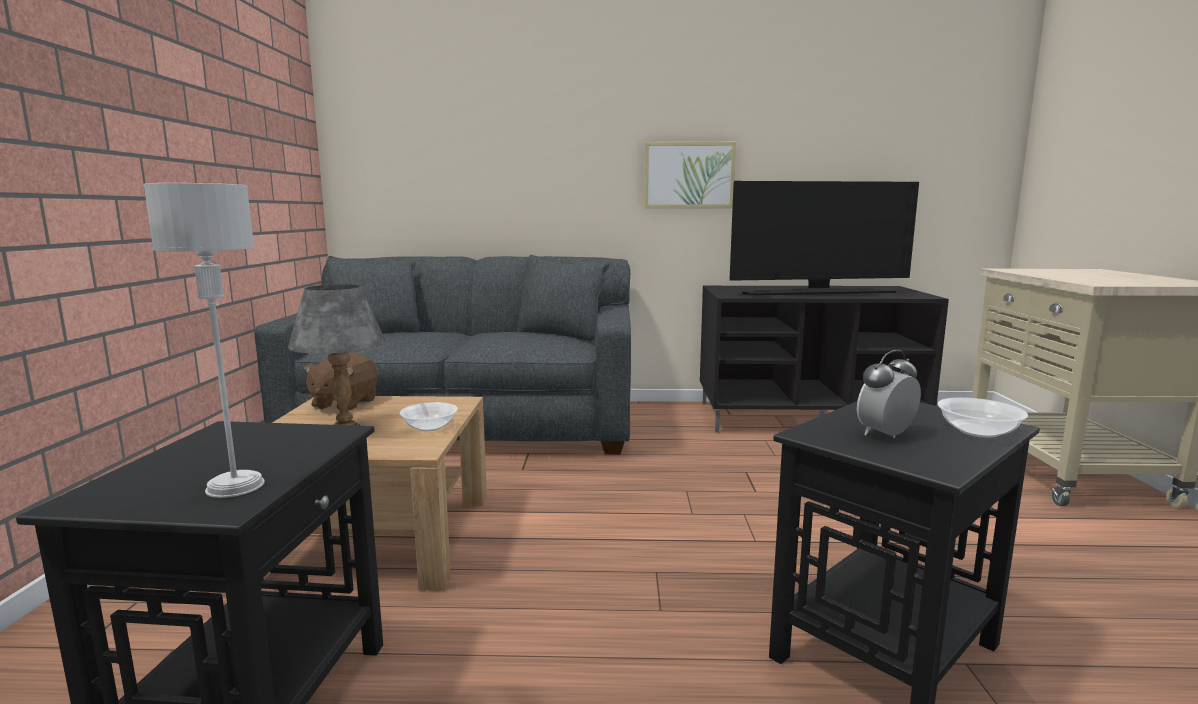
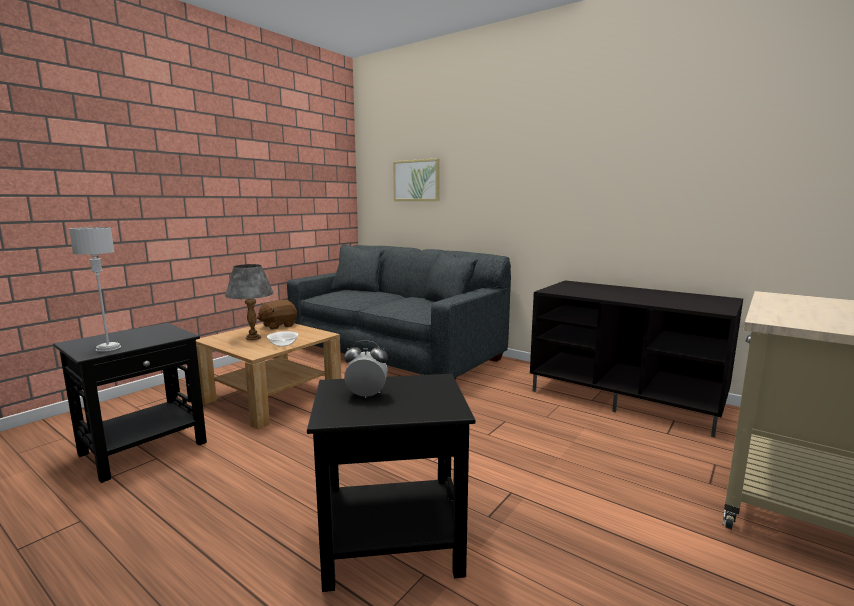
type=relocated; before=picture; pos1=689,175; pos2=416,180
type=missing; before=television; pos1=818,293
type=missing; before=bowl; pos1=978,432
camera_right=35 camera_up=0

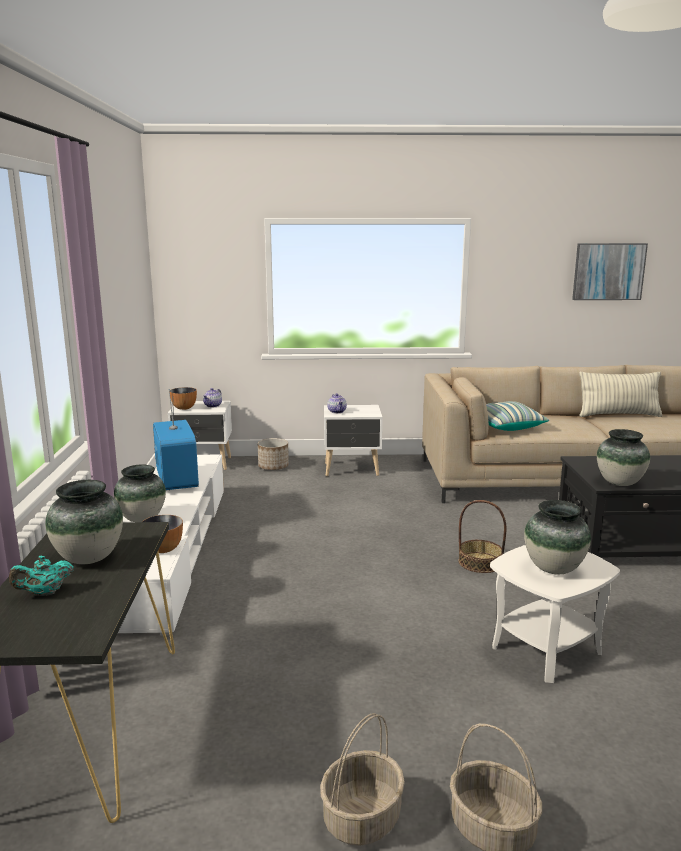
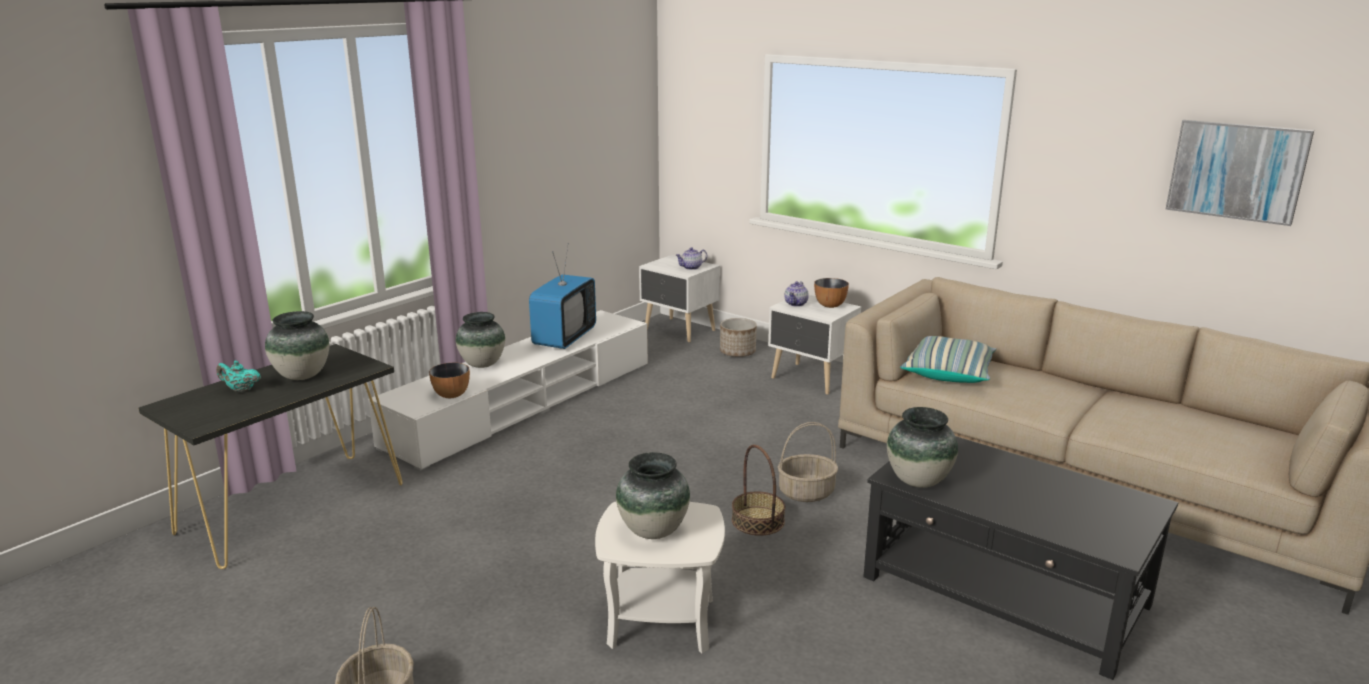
type=missing; before=pillow; pos1=618,415
type=relocated; before=bowl; pos1=184,408; pos2=830,305
type=relocated; before=basket; pos1=362,817; pos2=806,492
camera_right=40 camera_up=5

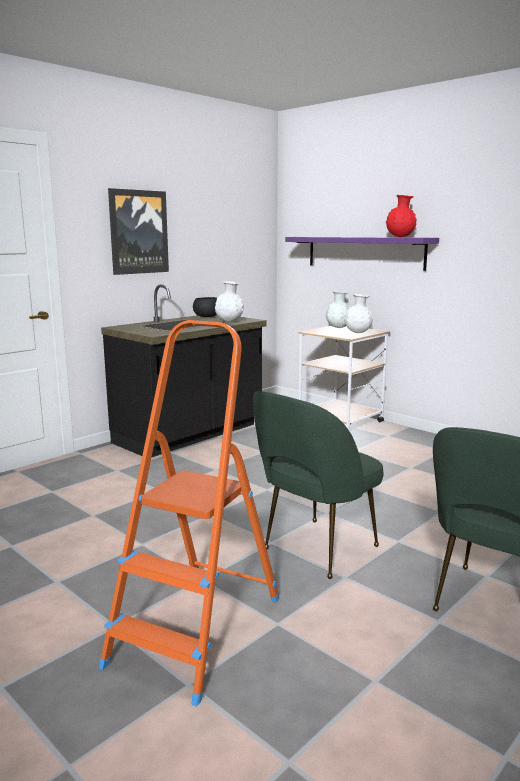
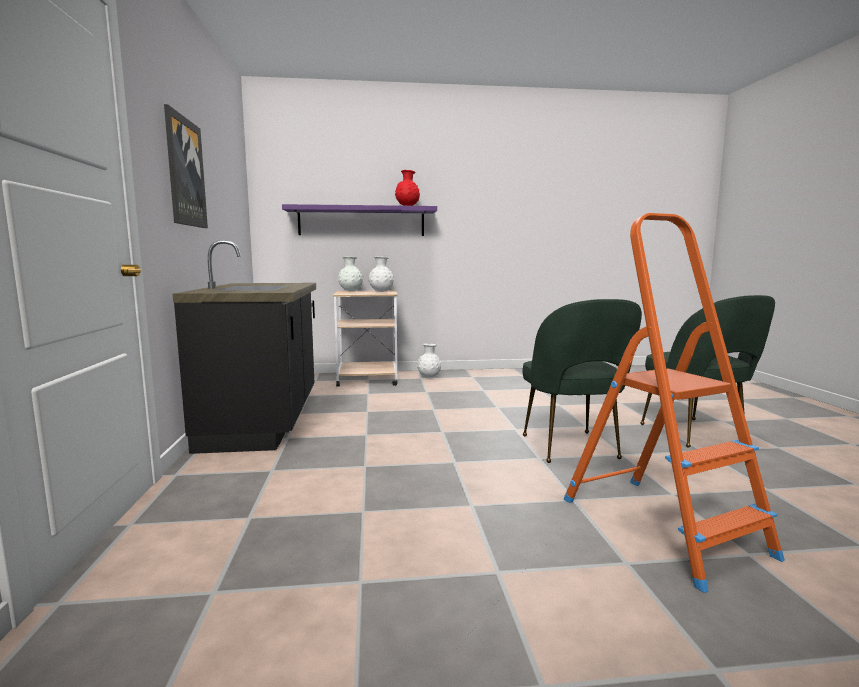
type=relocated; before=vase (white); pos1=229,321; pos2=429,377
type=missing; before=bowl (black); pos1=207,316
camera_right=-50 camera_up=-5

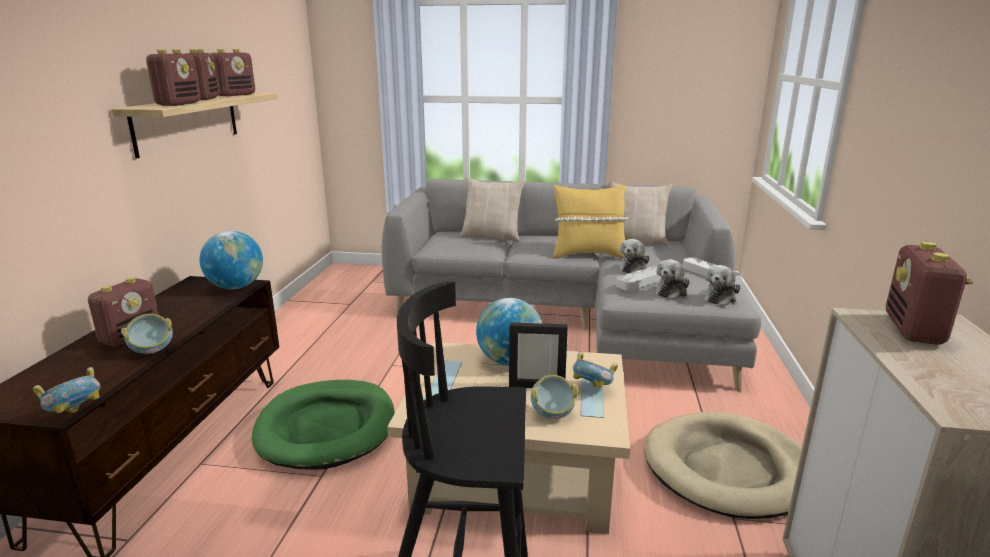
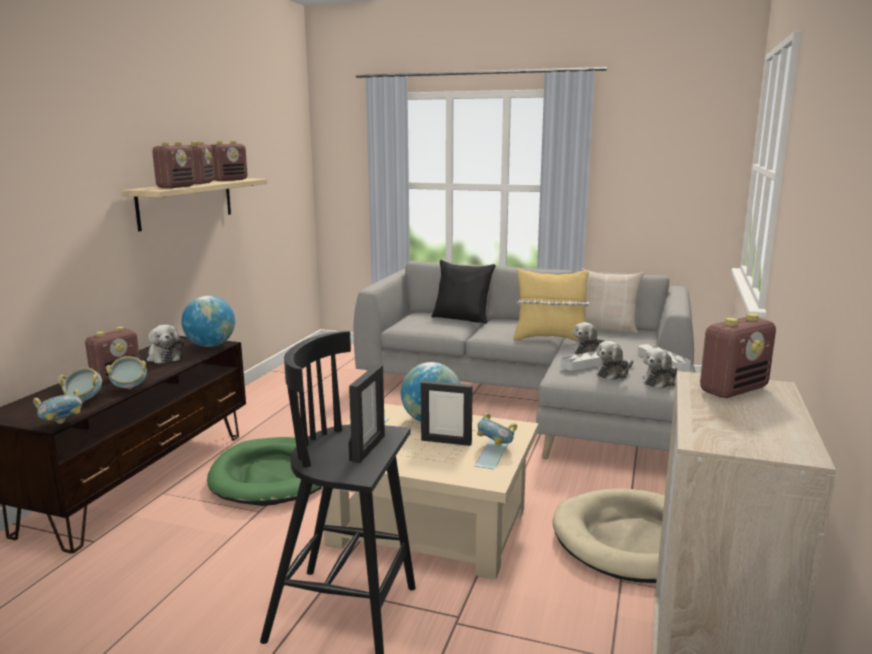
type=colour; before=pillow (beige); after=pillow (black); pos1=492,236; pos2=462,318
type=spun; before=radio; pos1=914,330; pos2=733,390; turn=-150
type=relocated; before=bowl; pos1=552,415; pos2=84,401
type=appeared; after=plush toy; pos2=164,357
type=appeared; after=picture frame; pos2=367,448
camera_right=10 camera_up=-5

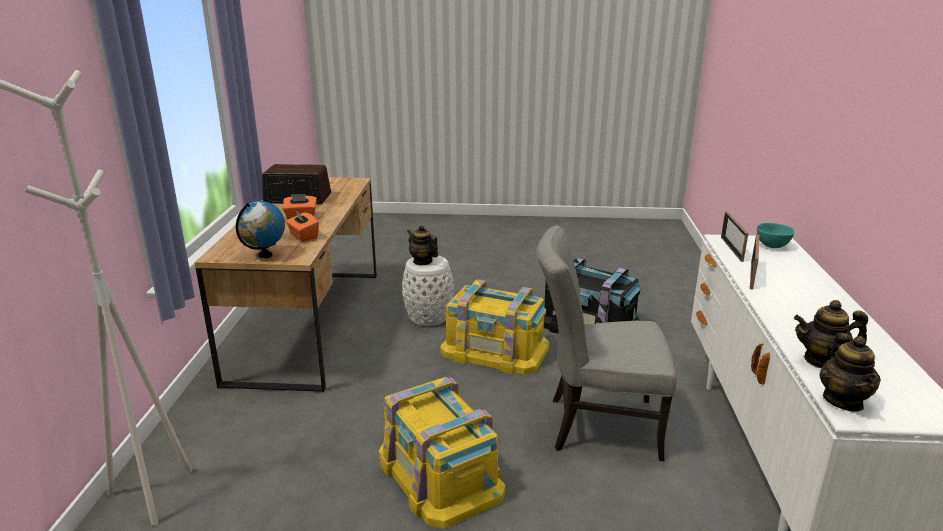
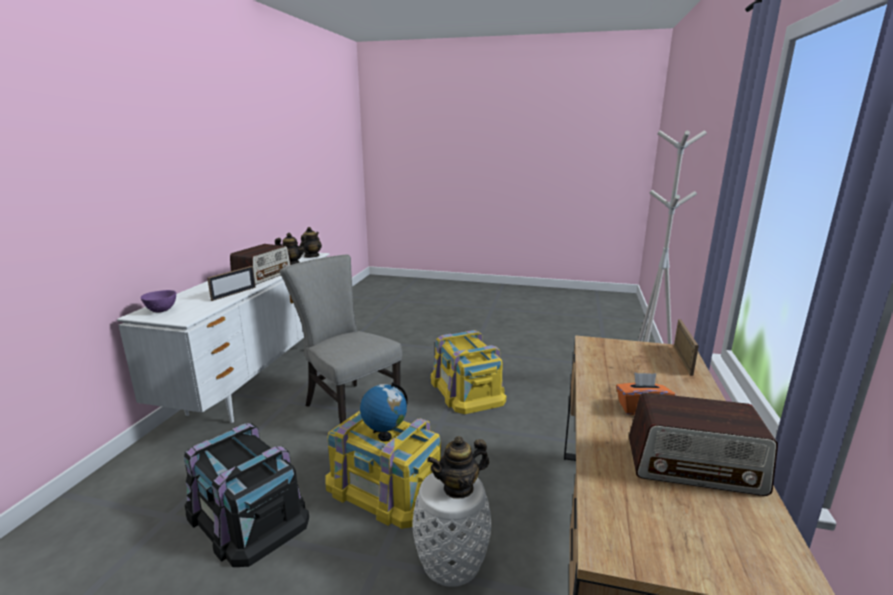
type=relocated; before=globe; pos1=265,255; pos2=384,437
type=missing; before=tissue box (orange); pos1=303,236
type=relocated; before=picture frame; pos1=731,249; pos2=682,360
type=colour; before=bowl (turquoise); after=bowl (purple); pos1=772,246; pos2=162,310
type=spun; before=teapot; pos1=422,261; pos2=458,488; turn=105
type=spun; before=chair (grey); pos1=596,425; pos2=348,405; turn=-150
type=appeared; after=radio; pos2=263,276
camera_right=-170 camera_up=-5

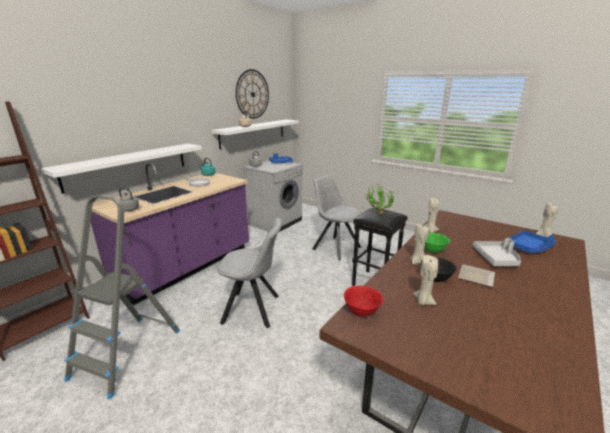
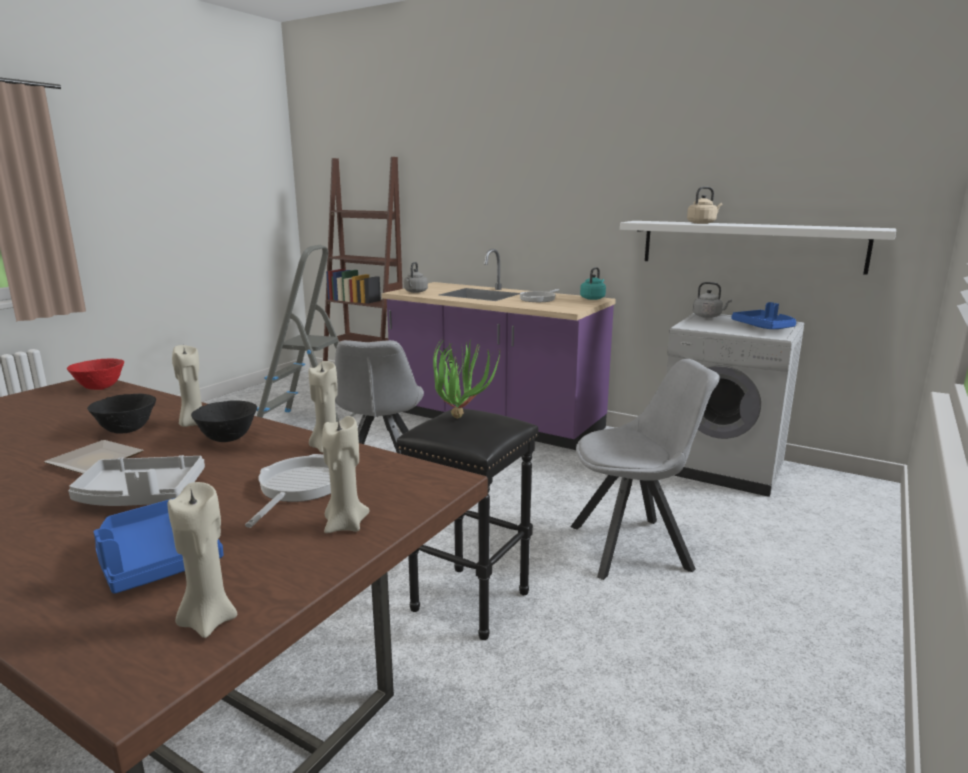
type=missing; before=wall clock; pos1=252,94
type=missing; before=shelf (white); pos1=128,166
type=spun; before=chair (grey); pos1=335,247; pos2=633,547; turn=45
type=colour; before=bowl (green); after=bowl (black); pos1=432,250; pos2=228,439
type=relocated; before=candle (beige); pos1=423,301; pos2=345,525
type=appeared; after=frying pan; pos2=299,487
camera_right=85 camera_up=-5

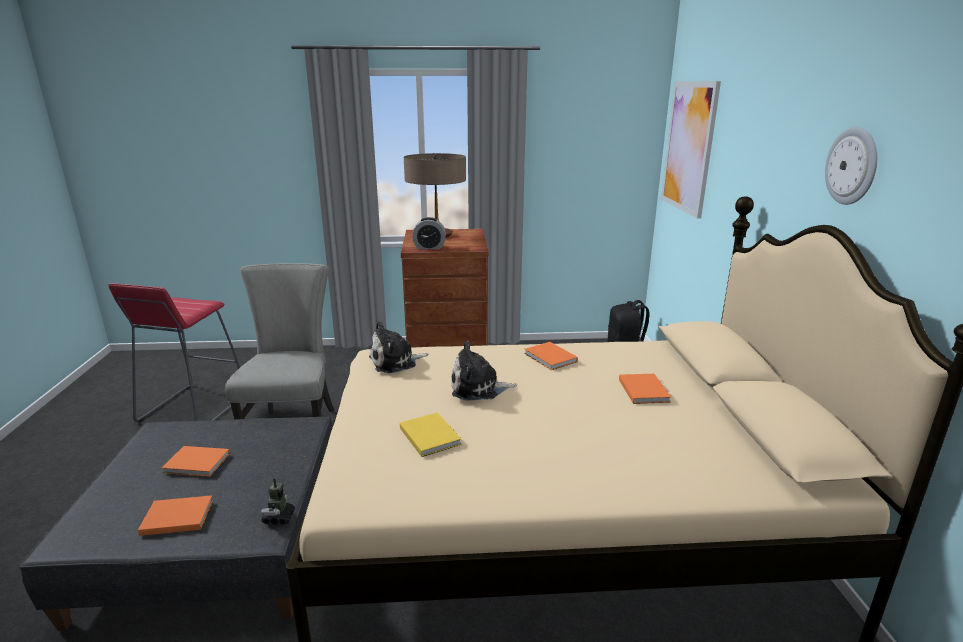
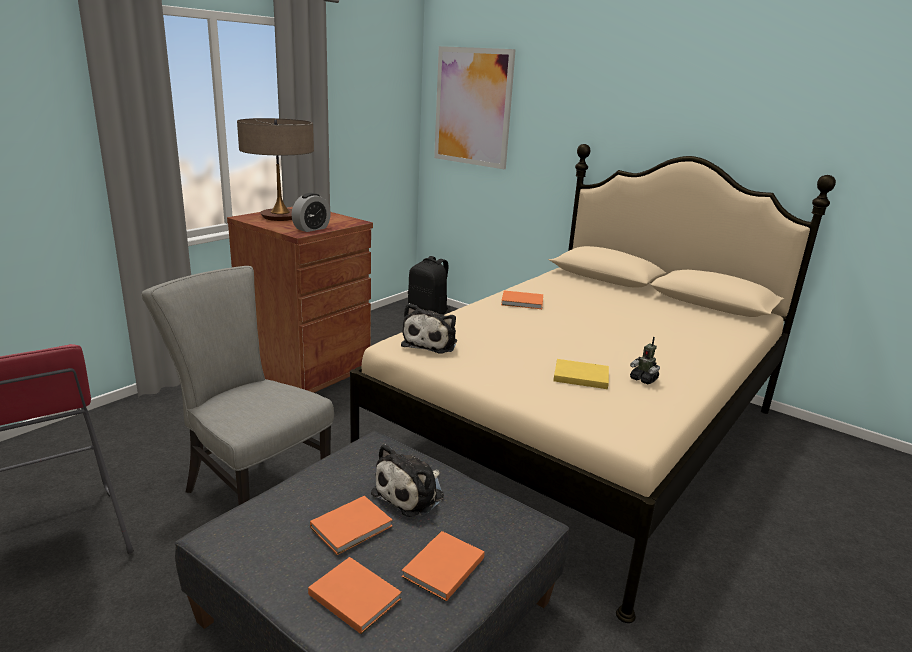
type=missing; before=wall clock; pos1=852,166
type=relocated; before=plush toy; pos1=478,388; pos2=411,494
type=relocated; before=book (orange); pos1=644,390; pos2=354,595
type=relocated; before=toy robot; pos1=279,518; pos2=643,379
camera_right=-50 camera_up=0

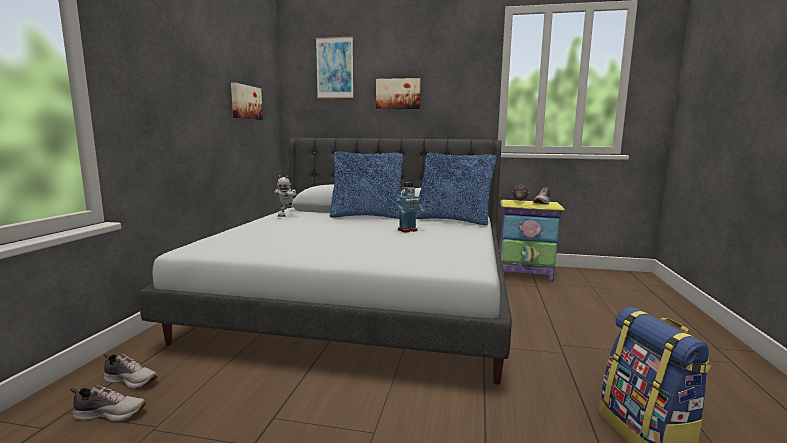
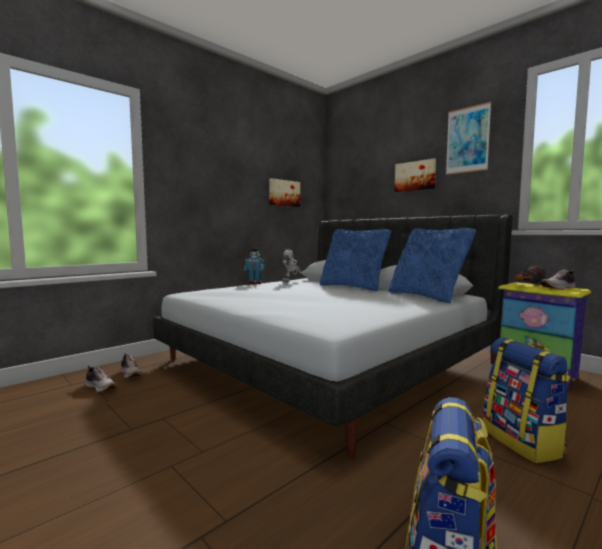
type=relocated; before=picture; pos1=335,68; pos2=467,140
type=relocated; before=toy robot; pos1=408,230; pos2=254,283
type=appeared; after=backpack; pos2=523,442
camera_right=35 camera_up=-5

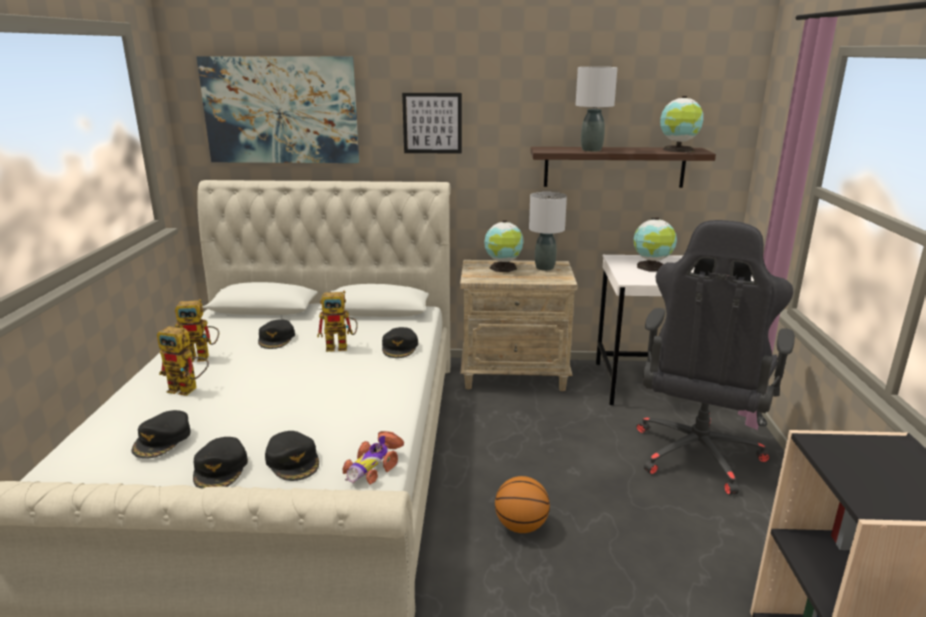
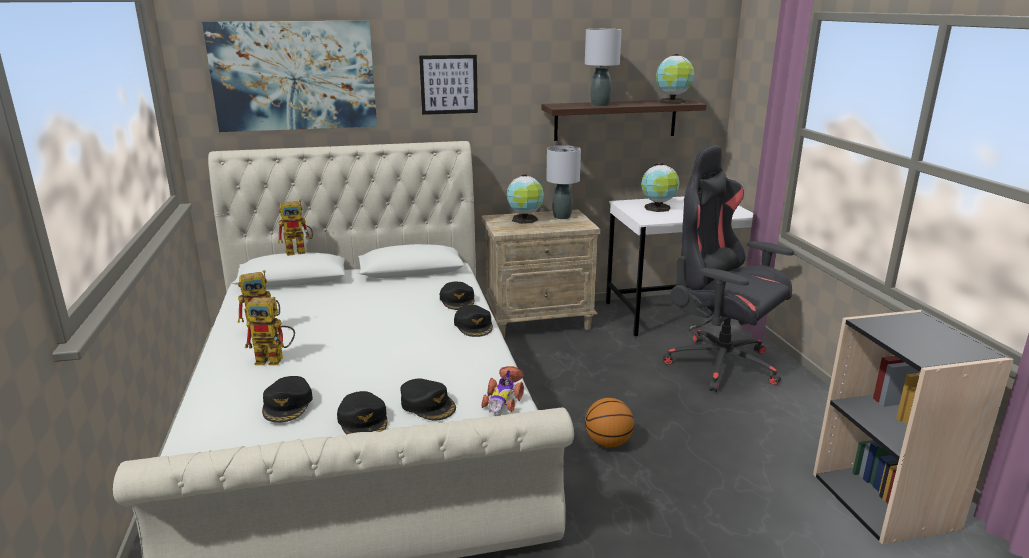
type=spun; before=office chair (black); pos1=697,453; pos2=723,365; turn=120
type=relocated; before=toy robot; pos1=342,346; pos2=300,251
type=relocated; before=cap (black); pos1=276,338; pos2=474,325
camera_right=-15 camera_up=0

